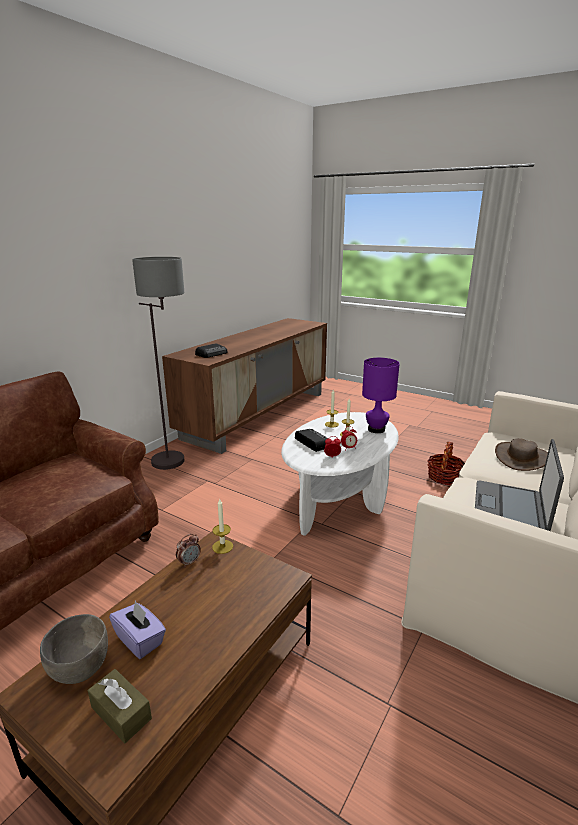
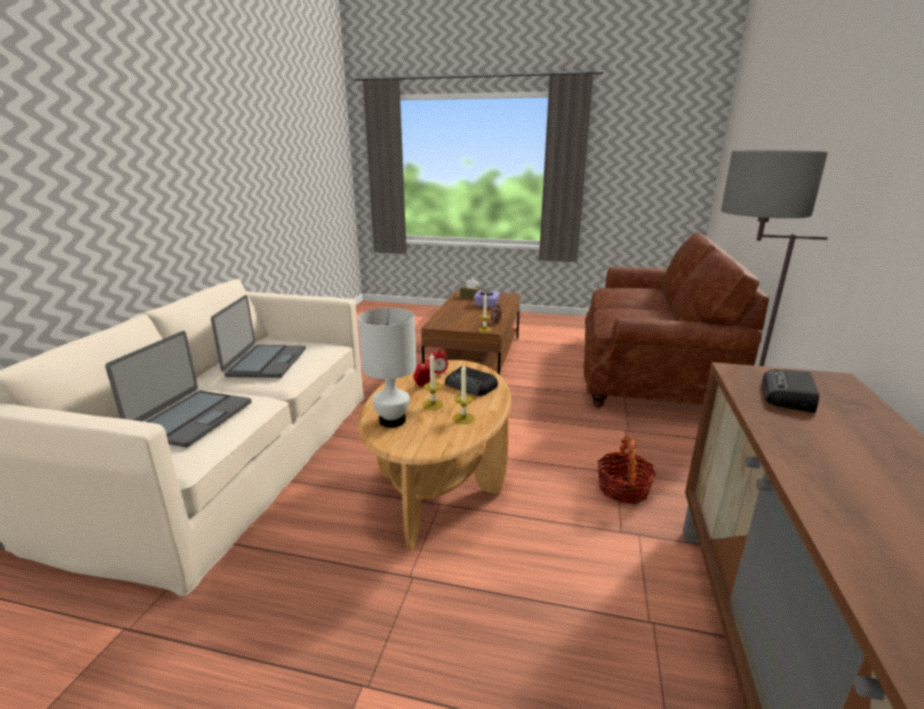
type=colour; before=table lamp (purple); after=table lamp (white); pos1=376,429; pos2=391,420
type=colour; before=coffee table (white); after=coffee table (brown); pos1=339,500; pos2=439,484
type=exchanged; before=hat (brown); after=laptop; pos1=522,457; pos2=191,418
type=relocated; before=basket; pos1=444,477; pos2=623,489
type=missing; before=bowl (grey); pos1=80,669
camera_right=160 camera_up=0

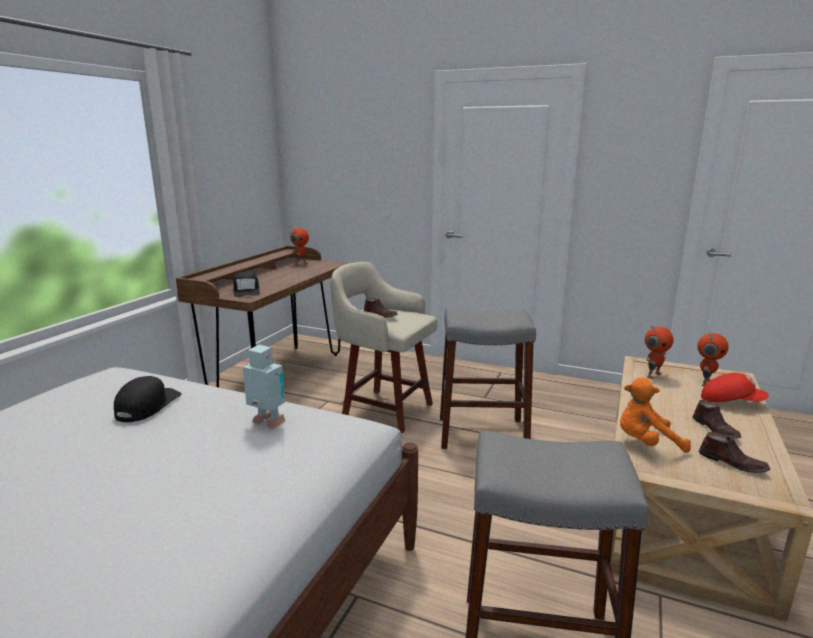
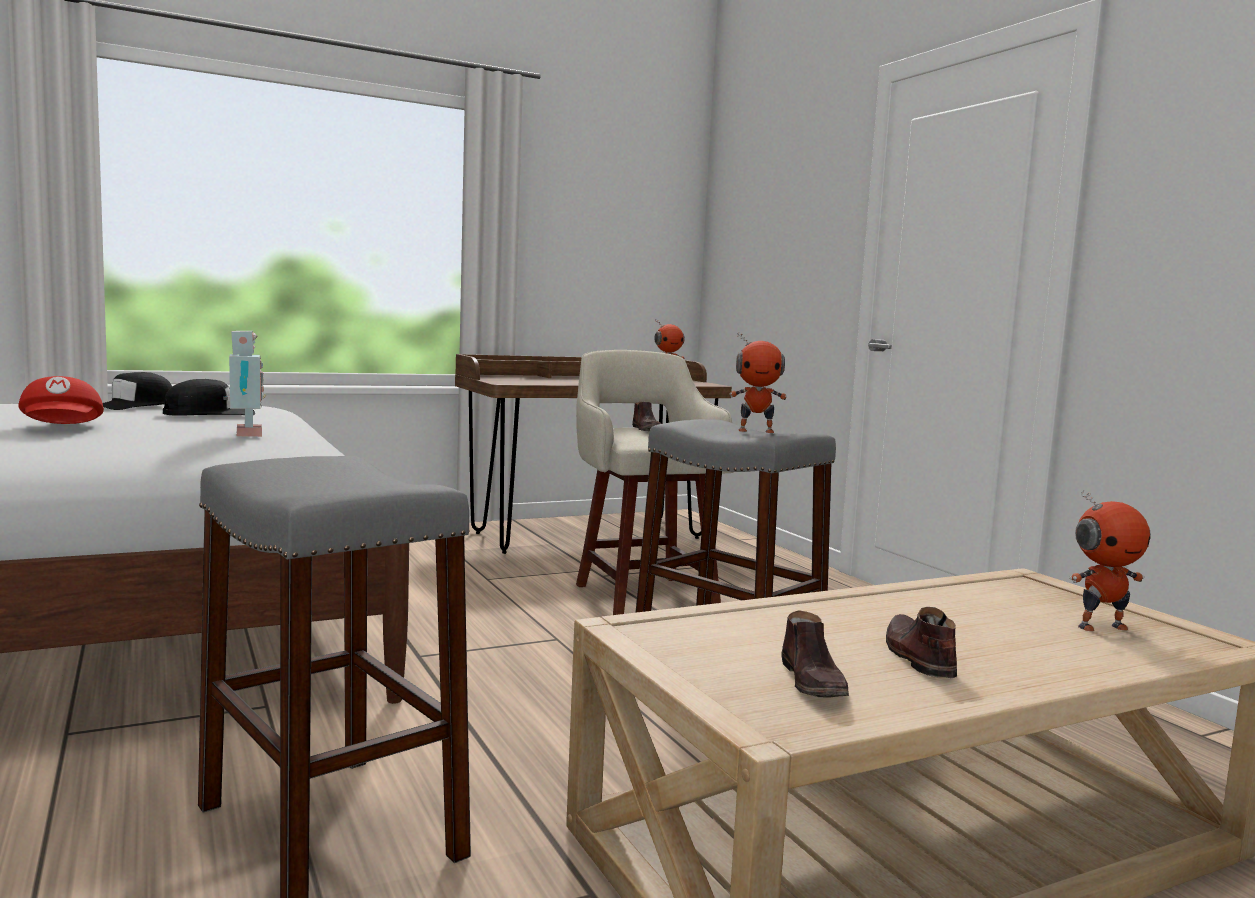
type=relocated; before=cap (black); pos1=246,291; pos2=135,406
type=relocated; before=toy robot; pos1=653,375; pos2=756,431
type=relocated; before=cap (red); pos1=730,401; pos2=63,429
type=missing; before=plush toy (orange); pos1=646,443
type=spun; before=shoe (brown); pos1=716,429; pos2=917,657; turn=150
camera_right=40 camera_up=-10

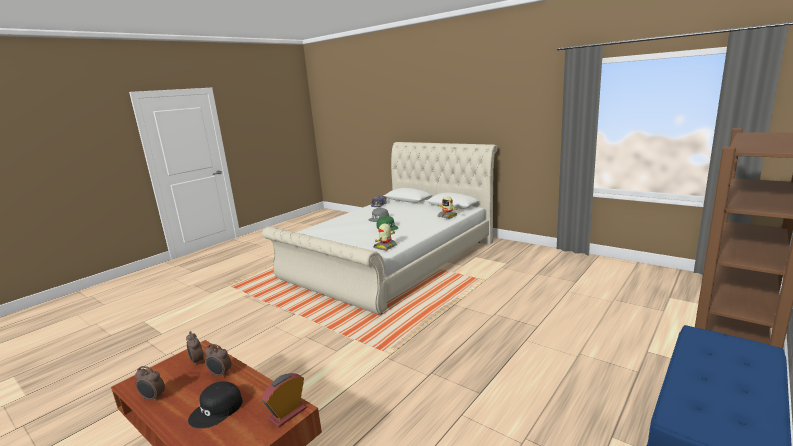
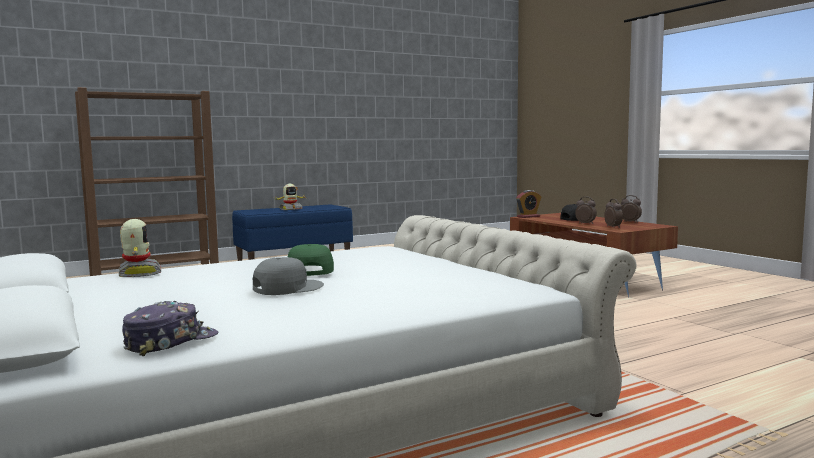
type=relocated; before=toy robot; pos1=385,247; pos2=290,209
camera_right=-160 camera_up=-10

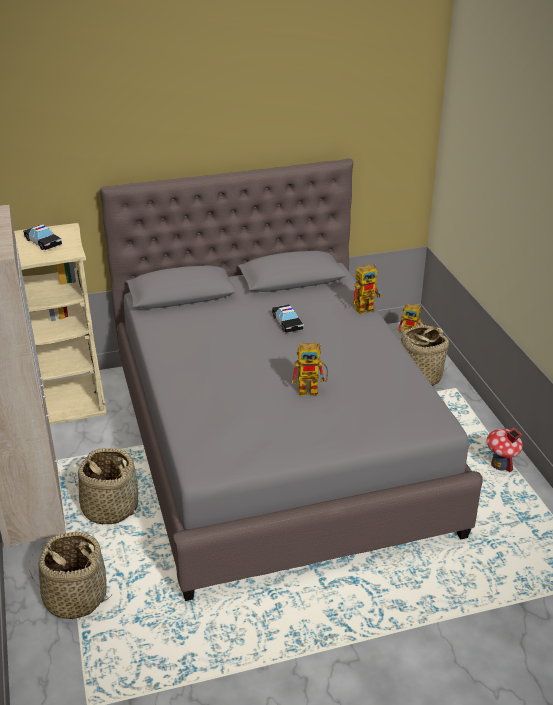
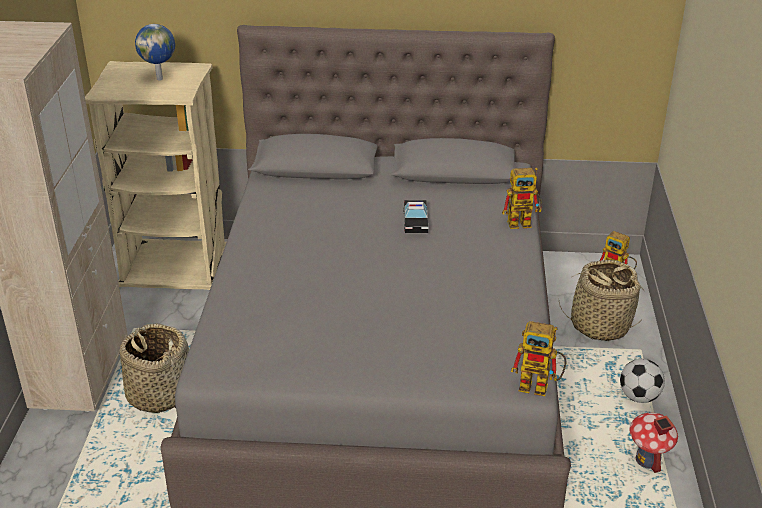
type=exchanged; before=toy car; after=globe; pos1=43,242; pos2=160,78
type=relocated; before=toy robot; pos1=312,390; pos2=540,386
type=missing; before=basket; pos1=75,597
type=appeared; after=football; pos2=639,397
camera_right=20 camera_up=0

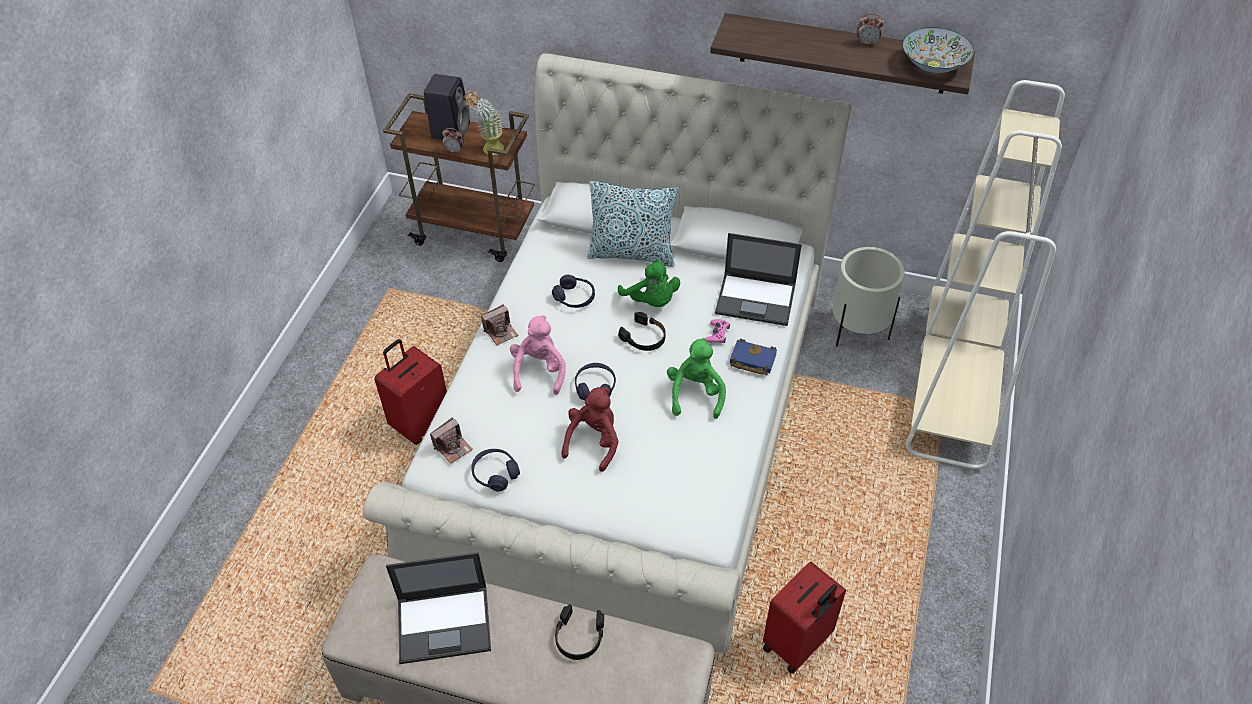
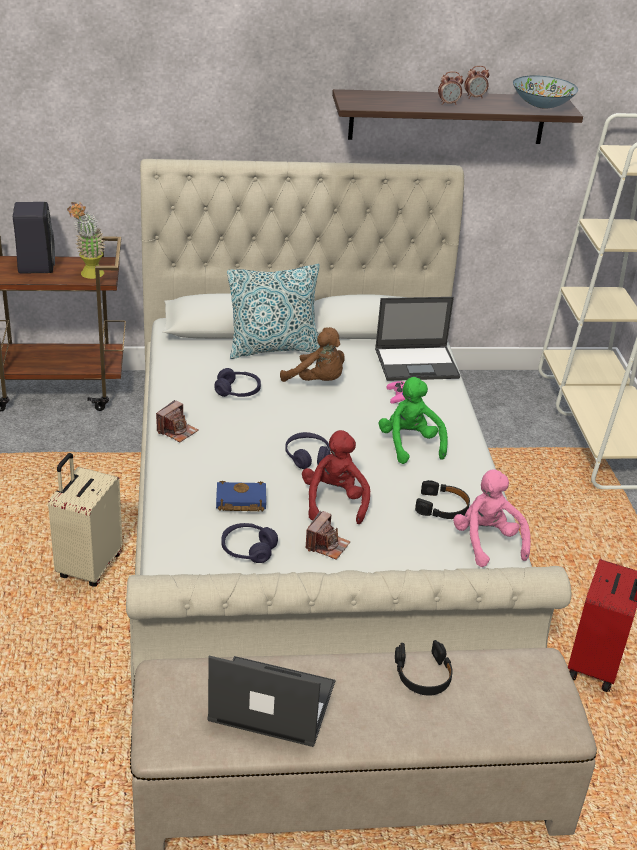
type=relocated; before=alarm clock; pos1=454,151; pos2=448,103
type=missing; before=planter (beige); pos1=858,331
type=colour; before=plush toy (green); after=plush toy (brown); pos1=651,301; pos2=317,381
type=relocated; before=headphones (black); pos1=644,337; pos2=442,507
type=relocated; before=plush toy (pink); pos1=539,371; pos2=487,542
type=colour; before=suitcase (red); after=suitcase (beige); pos1=420,422; pos2=88,566
type=relocated; before=book (blue); pos1=751,360; pos2=239,501
type=relocated; before=photo camera; pos1=453,447; pos2=327,545
type=spun; before=laptop; pos1=445,624; pos2=270,701; turn=-135
camera_right=-25 camera_up=-15

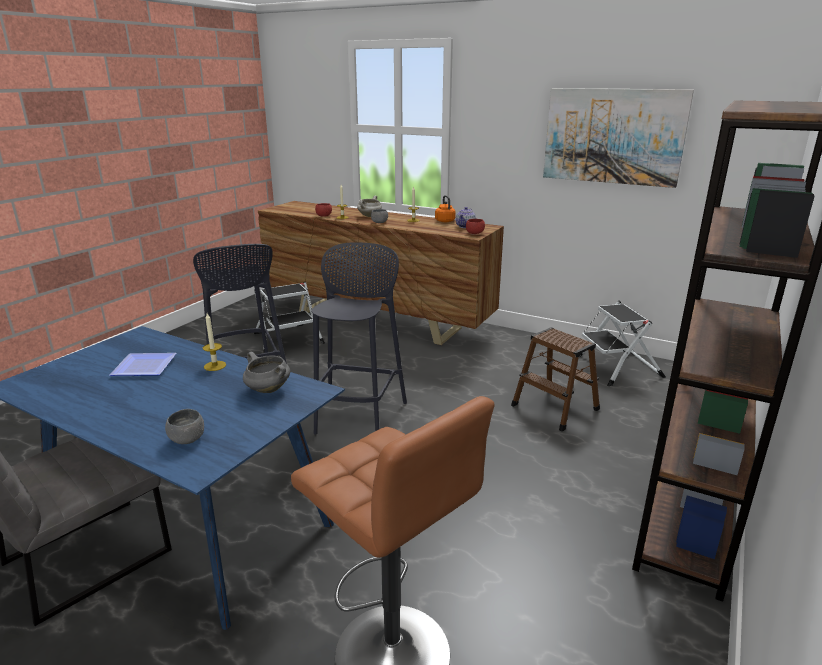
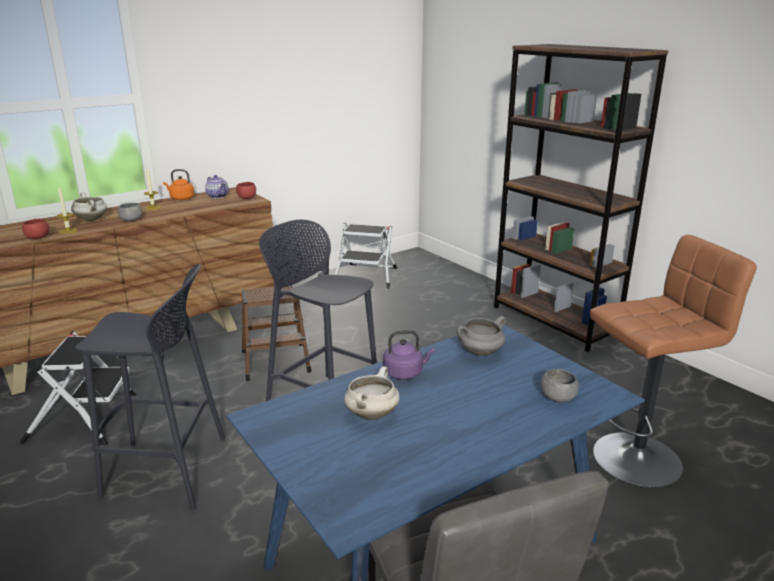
type=missing; before=picture; pos1=613,136
type=exchanged; before=candle; after=kettle (purple); pos1=215,366; pos2=405,373
type=relocated; before=step ladder (brown); pos1=555,407; pos2=275,360
type=exchanged; before=plate; after=cooking pot (white); pos1=147,366; pos2=371,414
camera_right=-65 camera_up=0

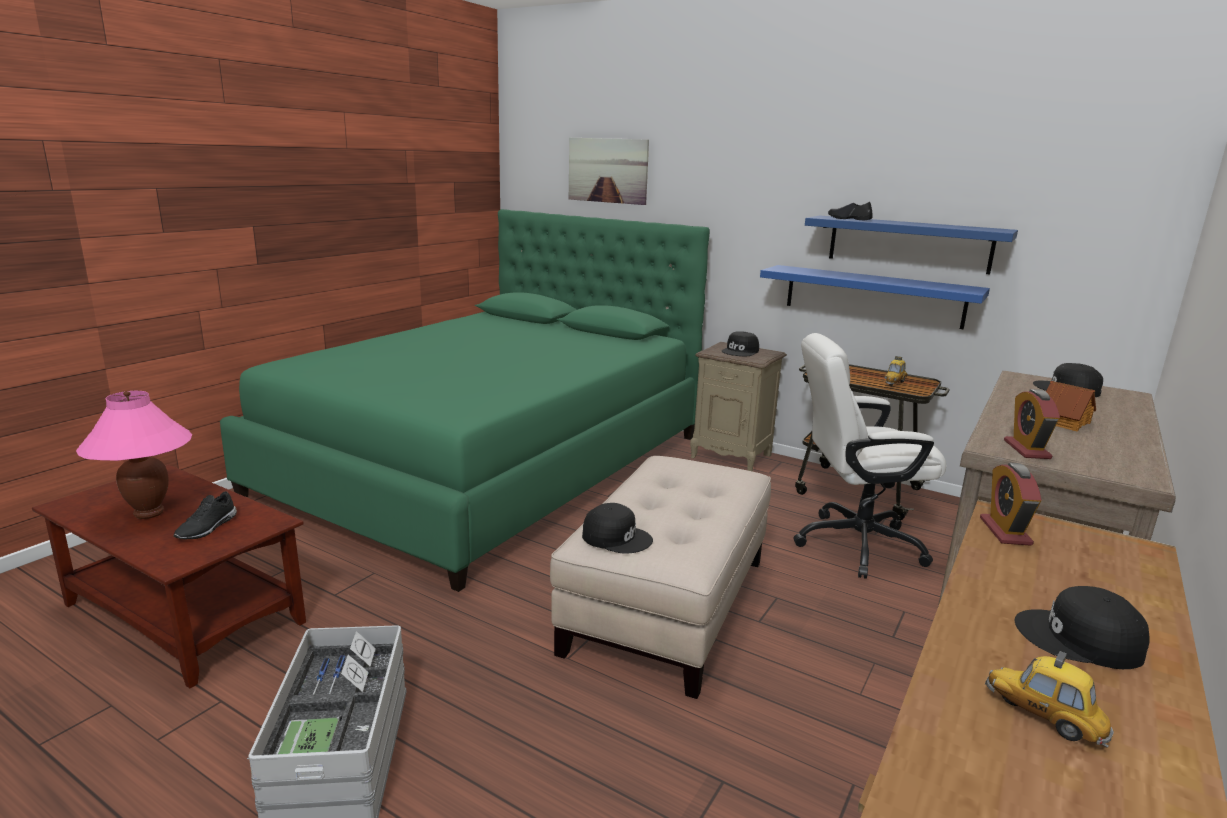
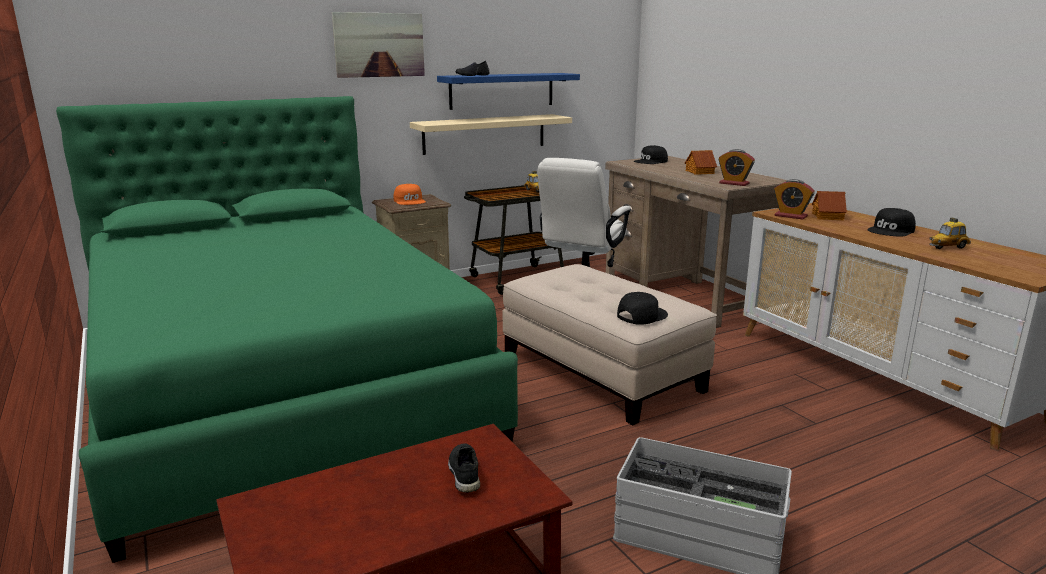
type=relocated; before=picture; pos1=608,170; pos2=379,45
type=colour; before=shelf (blue); after=shelf (beige); pos1=873,296; pos2=485,134
type=colour; before=cap (black); after=cap (orange); pos1=741,351; pos2=410,201
type=missing; before=table lamp (pink); pos1=149,513
type=spun; before=shoe (black); pos1=208,528; pos2=463,473; turn=-150
type=appeared; after=toy house; pos2=828,216
camera_right=-60 camera_up=0

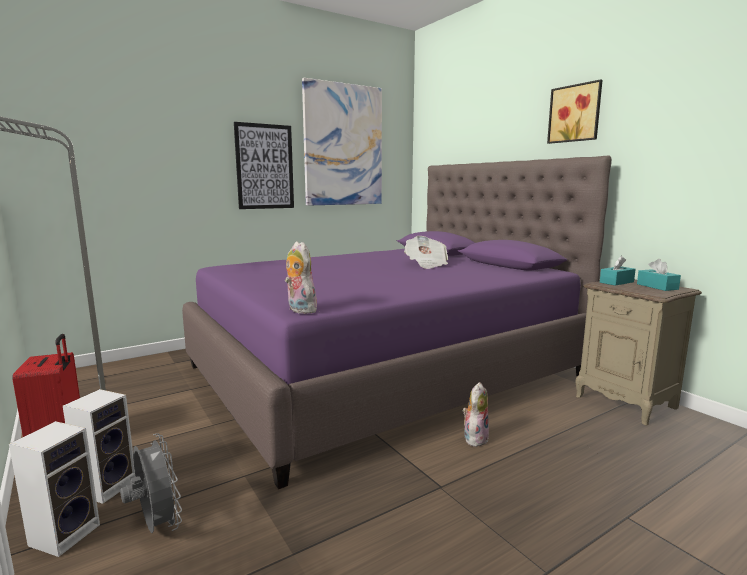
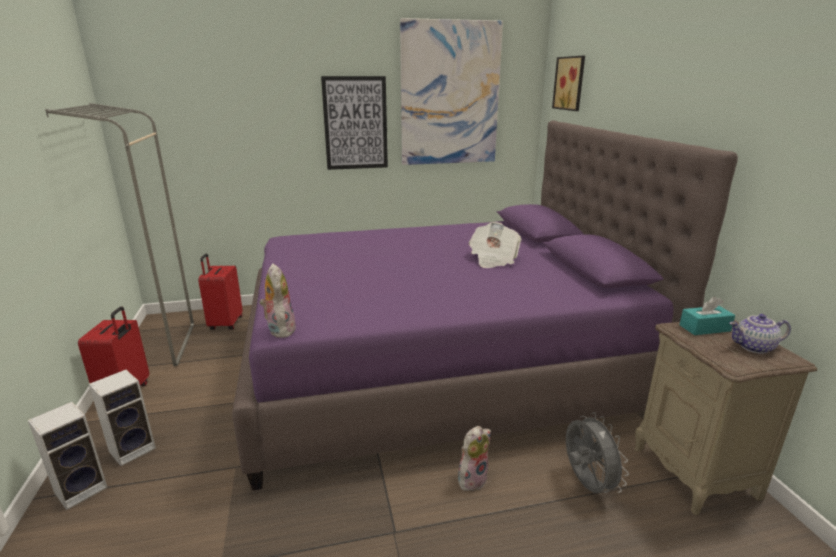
type=relocated; before=picture; pos1=575,113; pos2=571,83
type=exchanged; before=tissue box (turquoise); after=teapot; pos1=657,286; pos2=754,347
type=relocated; before=fan (grey); pos1=157,526; pos2=586,484
type=appeared; after=suitcase (red); pos2=225,324
camera_right=20 camera_up=10

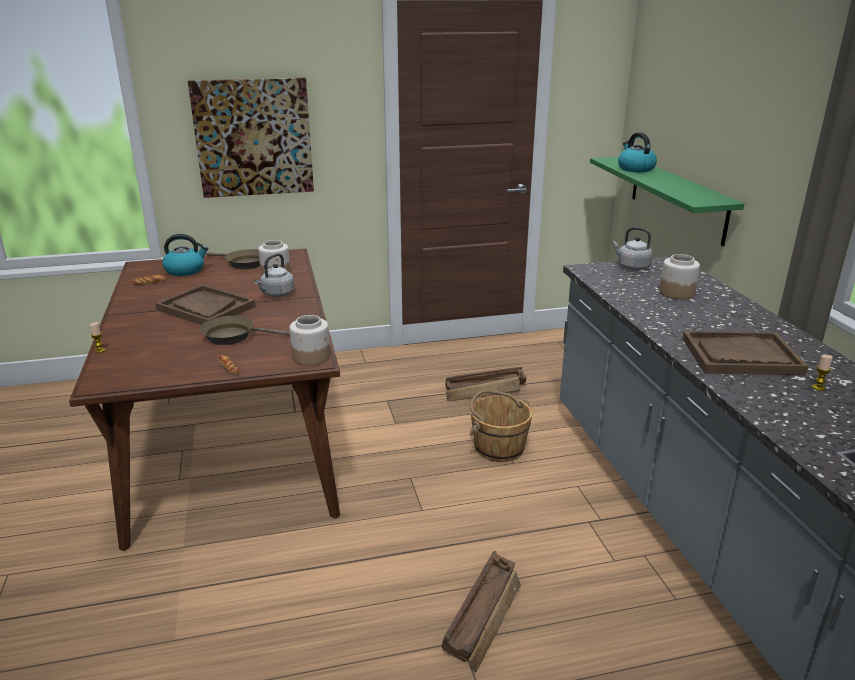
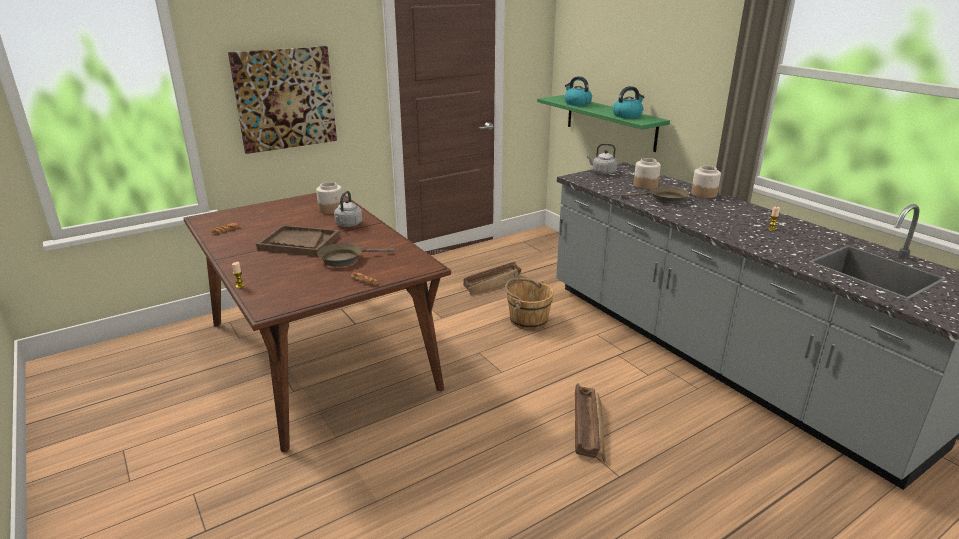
type=relocated; before=kettle; pos1=185,270; pos2=627,115
type=relocated; before=frying pan (brown); pos1=243,263; pos2=664,199
type=relocated; before=jar; pos1=311,357; pos2=704,194
type=missing; before=tray (brown); pos1=740,356
camera_right=-20 camera_up=0

